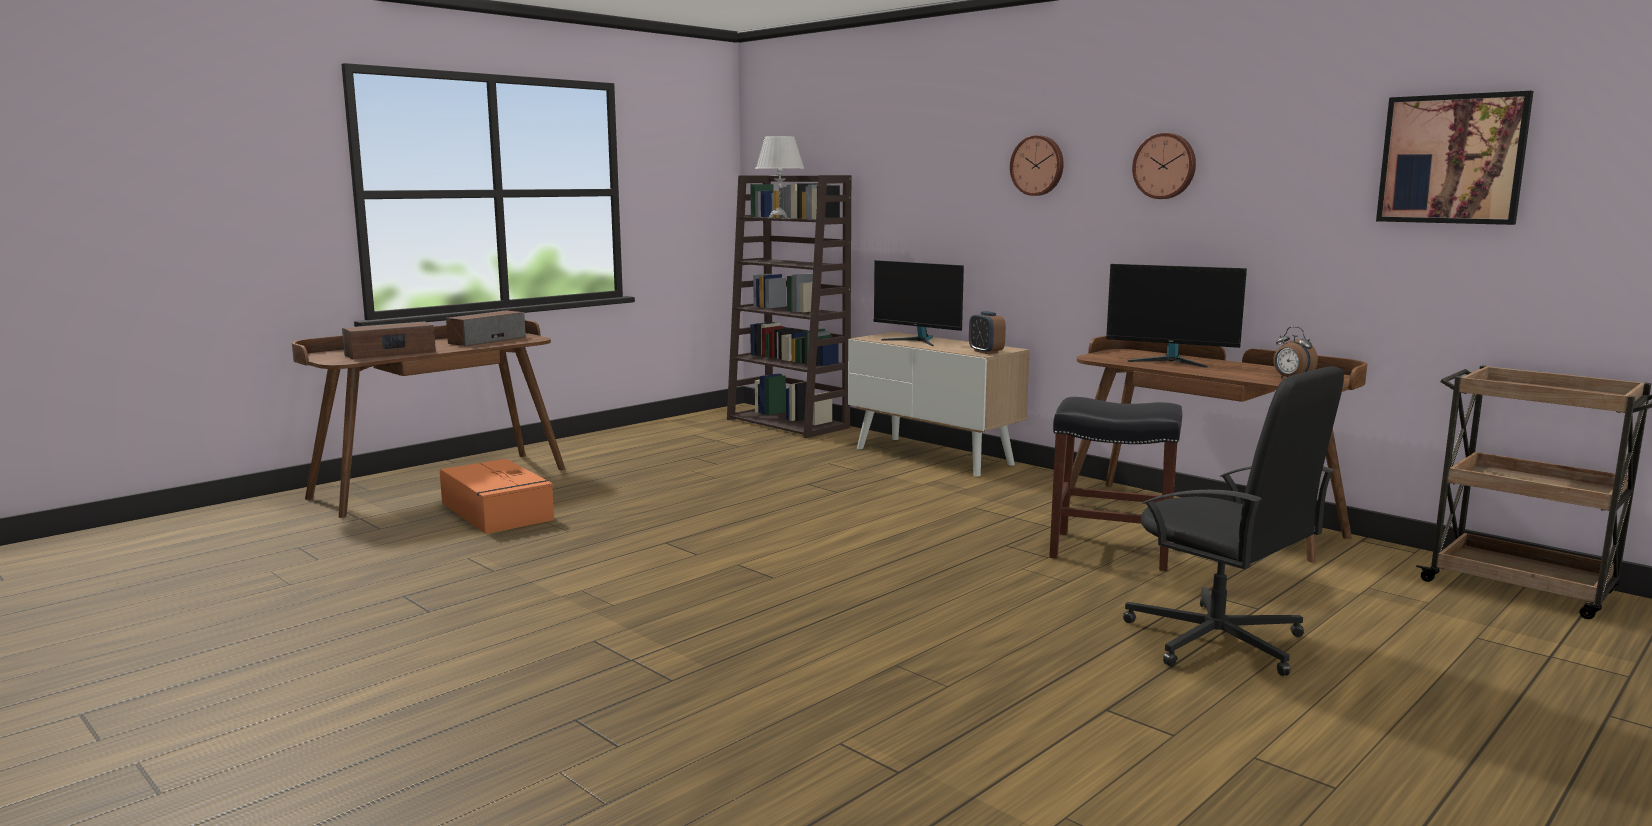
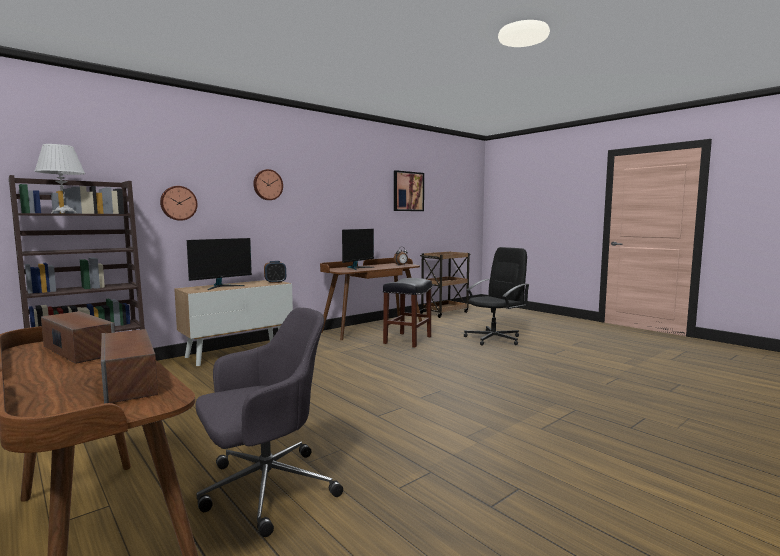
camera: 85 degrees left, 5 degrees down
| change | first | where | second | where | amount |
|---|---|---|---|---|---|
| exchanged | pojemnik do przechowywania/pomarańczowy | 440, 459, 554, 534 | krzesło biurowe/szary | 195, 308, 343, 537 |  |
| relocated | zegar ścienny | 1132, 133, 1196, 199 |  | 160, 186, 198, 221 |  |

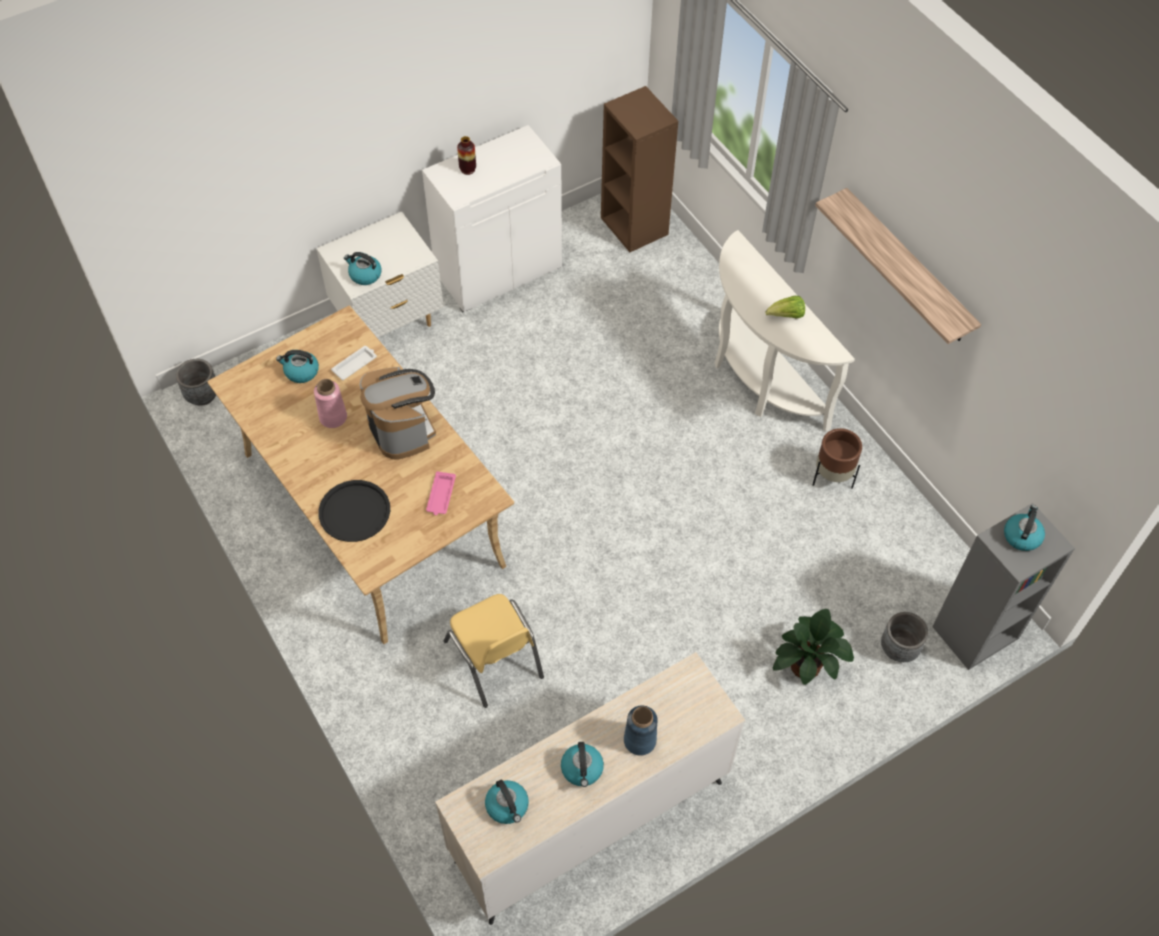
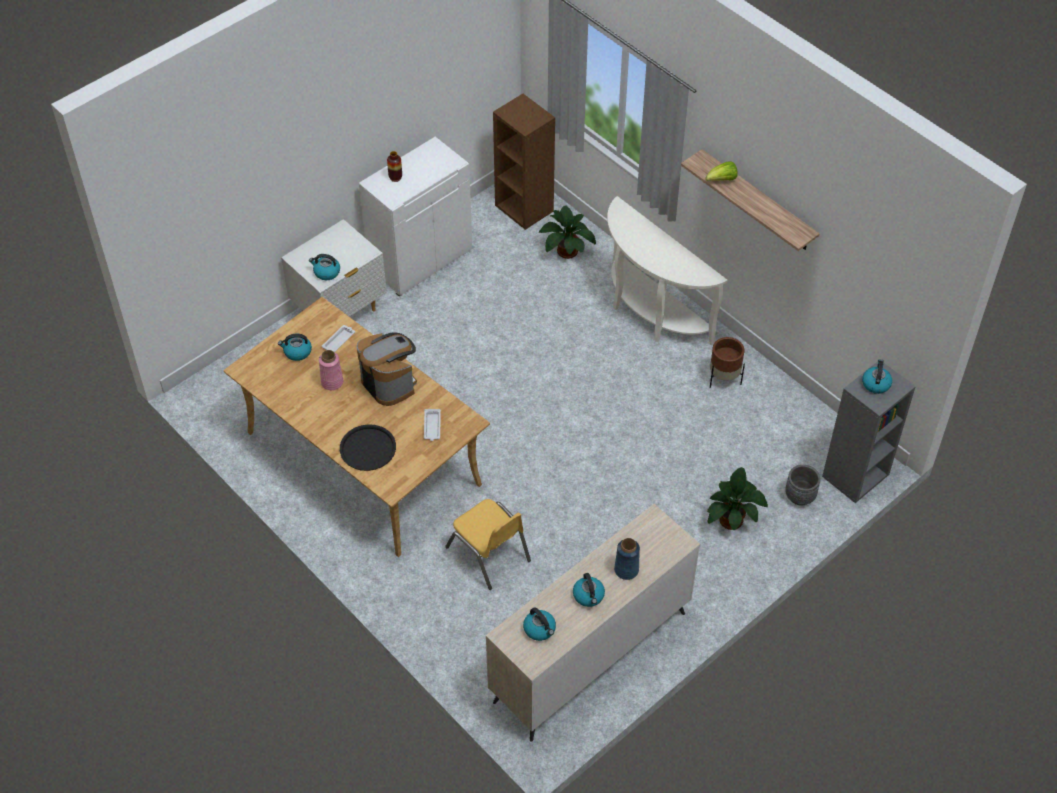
camera: 10 degrees left, 5 degrees down
| change | first | where | second | where | amount |
|---|---|---|---|---|---|
| missing | donica/szary | 176, 359, 216, 406 |  |  |  |
| colour | taca/różowy | 426, 471, 456, 515 | taca/biały | 424, 409, 441, 441 |  |
| relocated | sałata | 766, 296, 805, 319 |  | 705, 161, 738, 181 |  |
| appeared |  |  | roślina doniczkowa | 539, 206, 596, 259 |  |

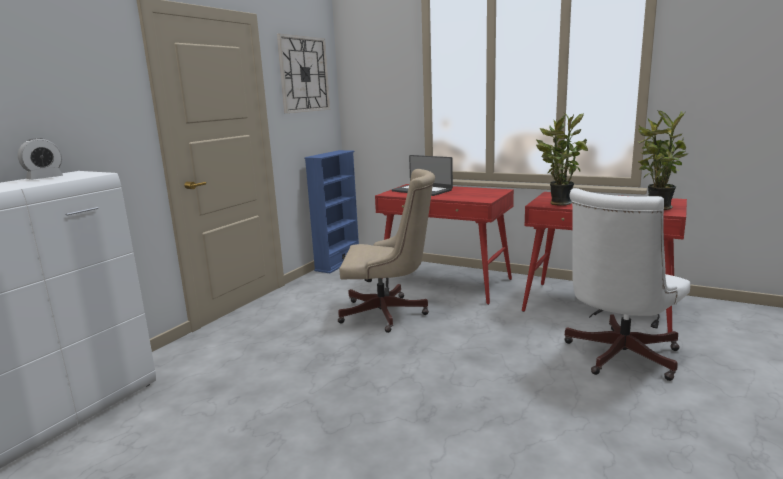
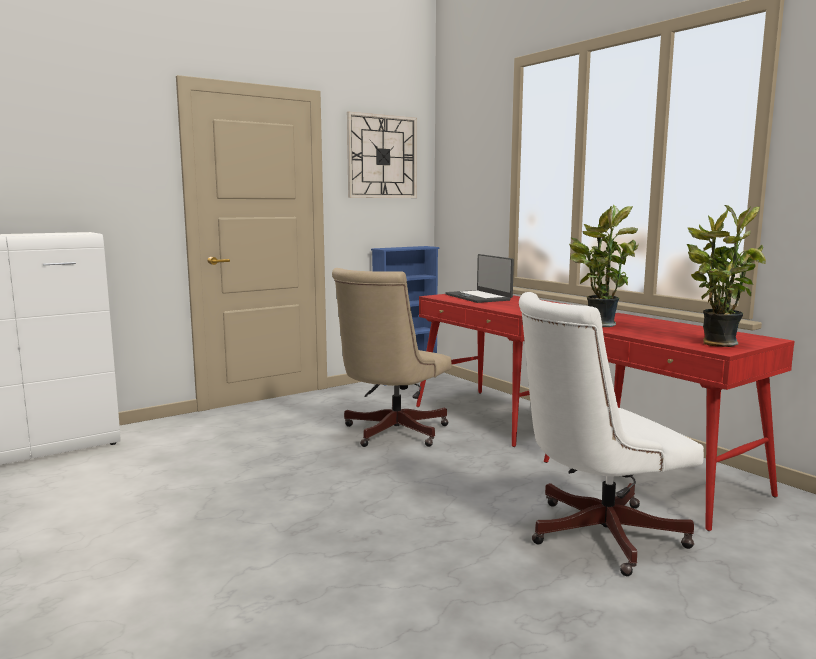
camera: 25 degrees right, 5 degrees down
| change | first | where | second | where | amount |
|---|---|---|---|---|---|
| missing | budzik | 18, 138, 63, 180 |  |  |  |
| spun | krzesło biurowe/beżowy | 338, 169, 435, 333 |  | 332, 268, 451, 447 | 90 degrees clockwise |

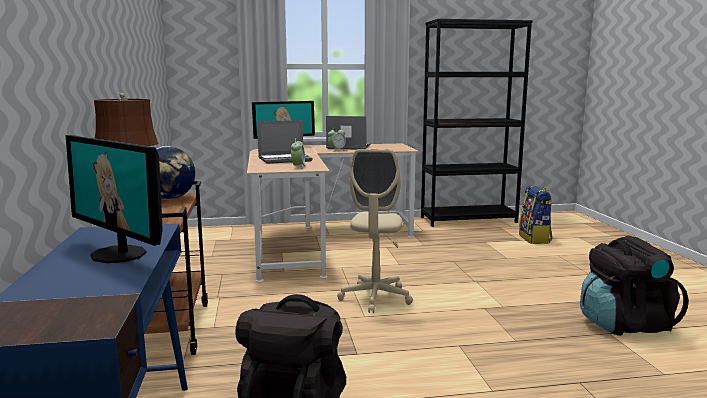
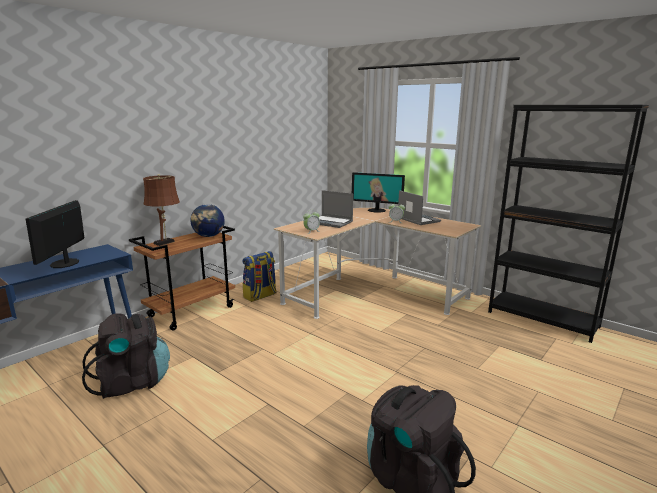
camera: 50 degrees right, 5 degrees up
| change | first | where | second | where | amount |
|---|---|---|---|---|---|
| missing | krzesło biurowe/beżowy | 337, 149, 413, 313 |  |  |  |
| relocated | plecak | 519, 185, 553, 244 |  | 243, 251, 277, 302 |  |

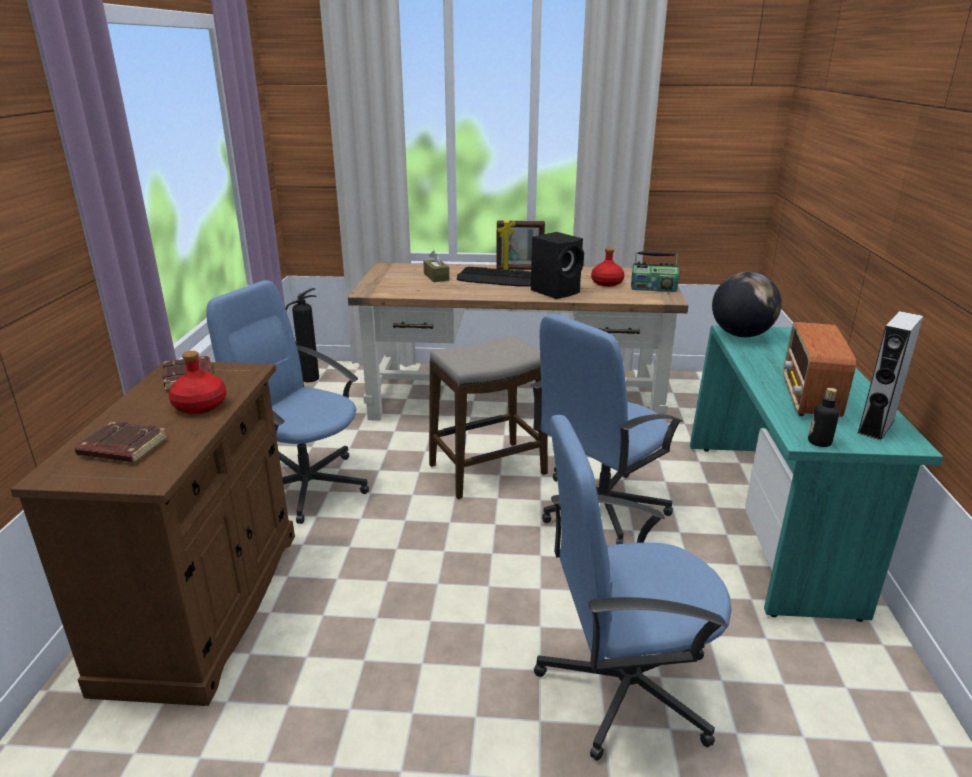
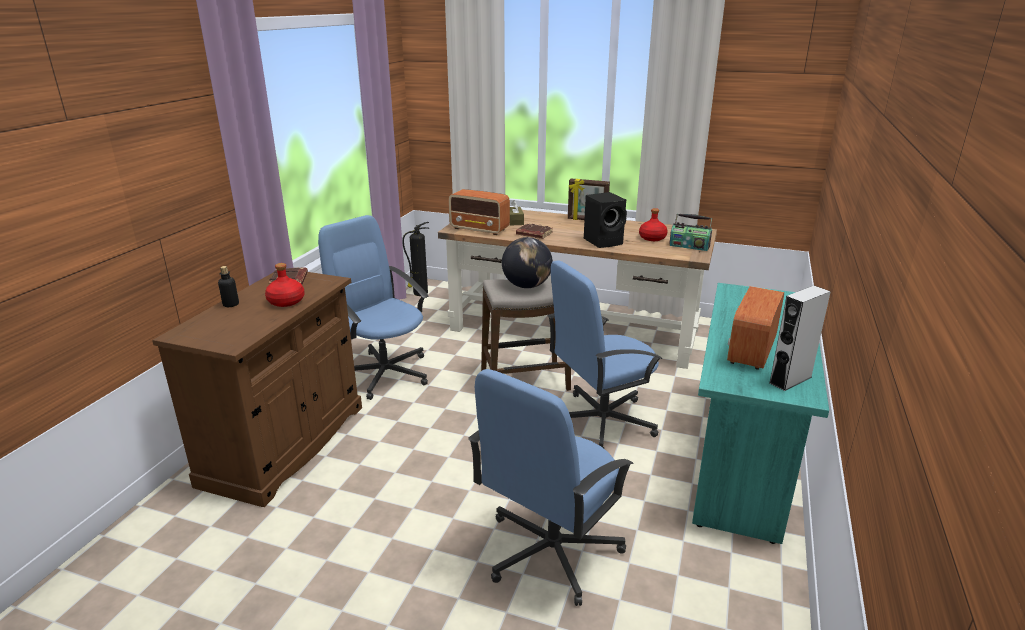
camera: 15 degrees right, 0 degrees up
| change | first | where | second | where | amount |
|---|---|---|---|---|---|
| relocated | książka/brązowy | 75, 422, 168, 463 |  | 516, 223, 553, 239 |  |
| missing | klawiatura | 457, 267, 531, 287 |  |  |  |
| spun | krzesło biurowe/niebieski | 534, 415, 732, 761 |  | 468, 369, 634, 606 | 60 degrees counterclockwise |
| relocated | globus | 712, 272, 782, 337 |  | 502, 237, 553, 288 |  |
| relocated | butelka | 808, 388, 840, 447 |  | 218, 266, 239, 307 |  |
| appeared |  |  | radio | 448, 189, 510, 235 |  |

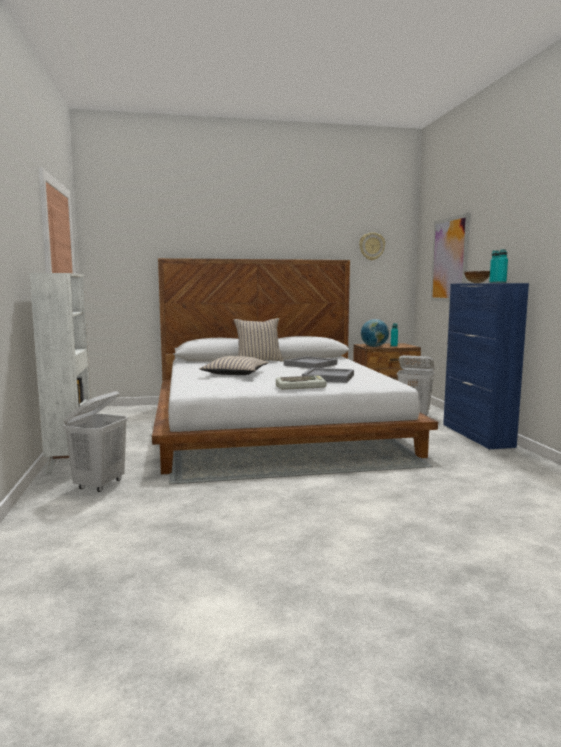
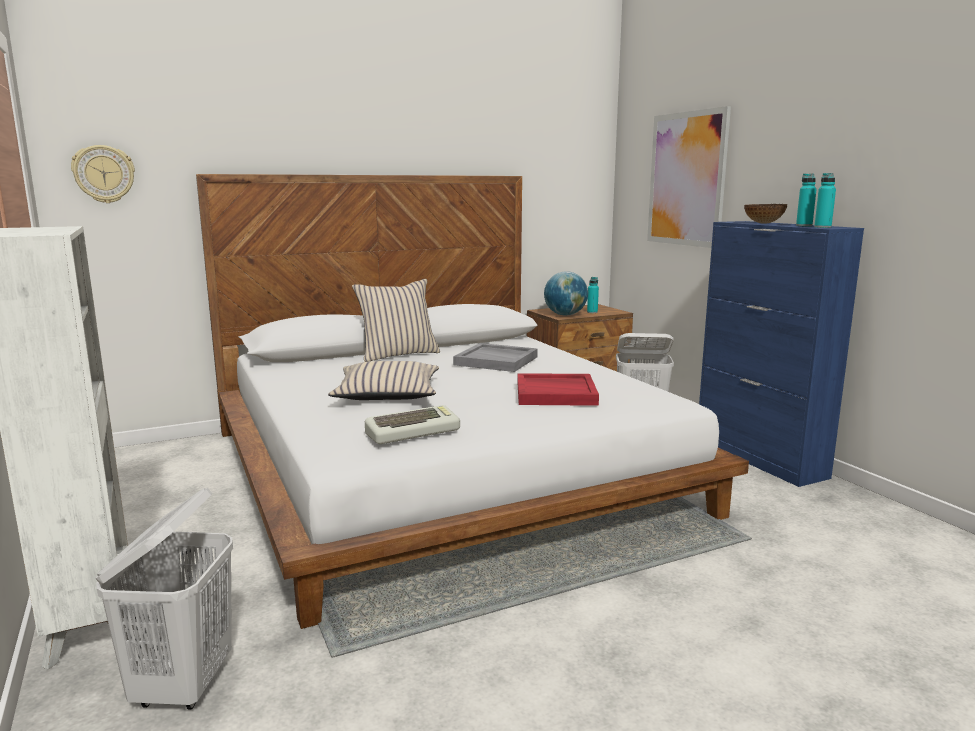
camera: 15 degrees left, 5 degrees up
| change | first | where | second | where | amount |
|---|---|---|---|---|---|
| relocated | klawiatura | 276, 375, 326, 390 |  | 365, 405, 460, 444 |  |
| colour | taca/szary | 302, 368, 354, 383 | taca/czerwony | 518, 373, 599, 406 |  |
| relocated | zegar ścienny | 359, 232, 385, 260 |  | 71, 145, 135, 203 |  |

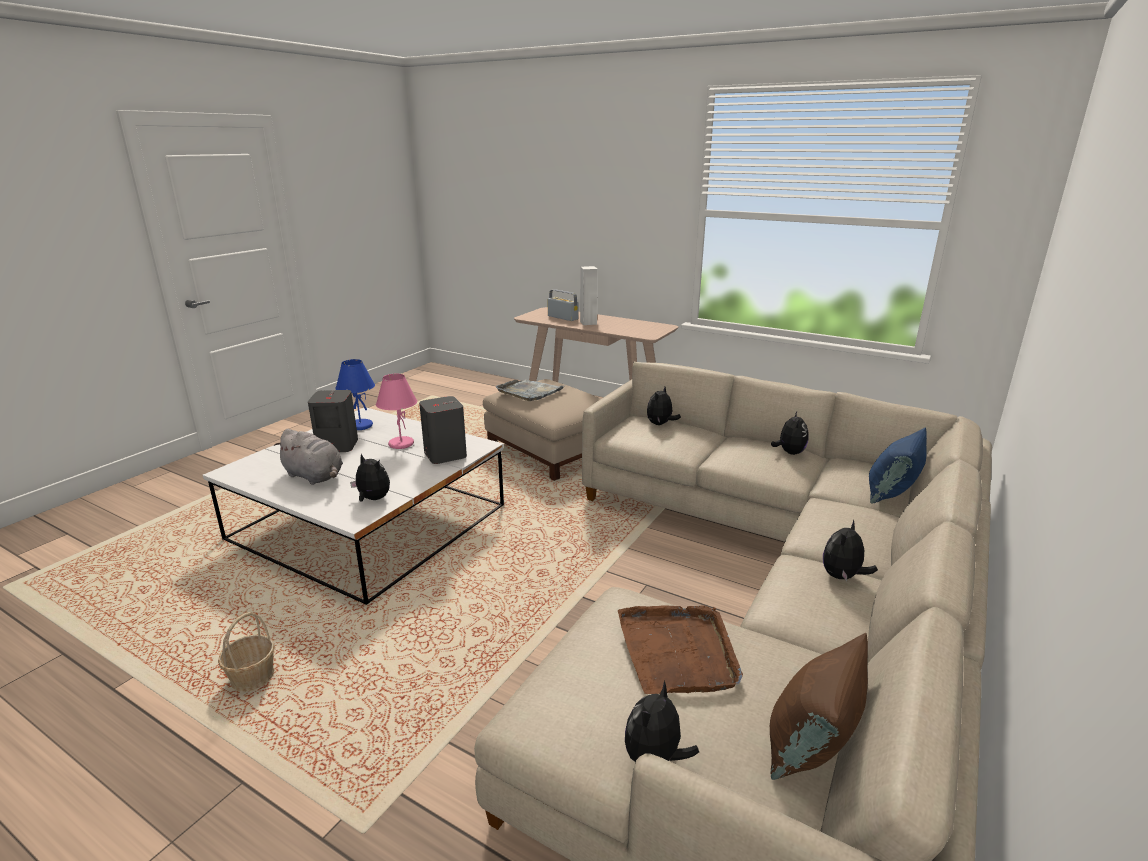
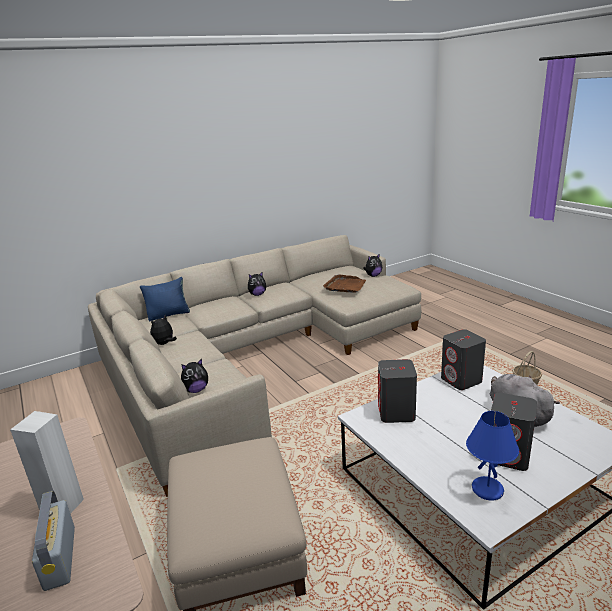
camera: 150 degrees left, 0 degrees up
| change | first | where | second | where | amount |
|---|---|---|---|---|---|
| exchanged | pluszak | 350, 454, 390, 502 | głośnik/szary | 441, 329, 486, 390 |  |
| missing | lampa stołowa/różowy | 376, 374, 417, 449 |  |  |  |
| missing | taca/szary | 496, 380, 564, 401 |  |  |  |
| missing | poduszka/brązowy | 770, 633, 868, 780 |  |  |  |

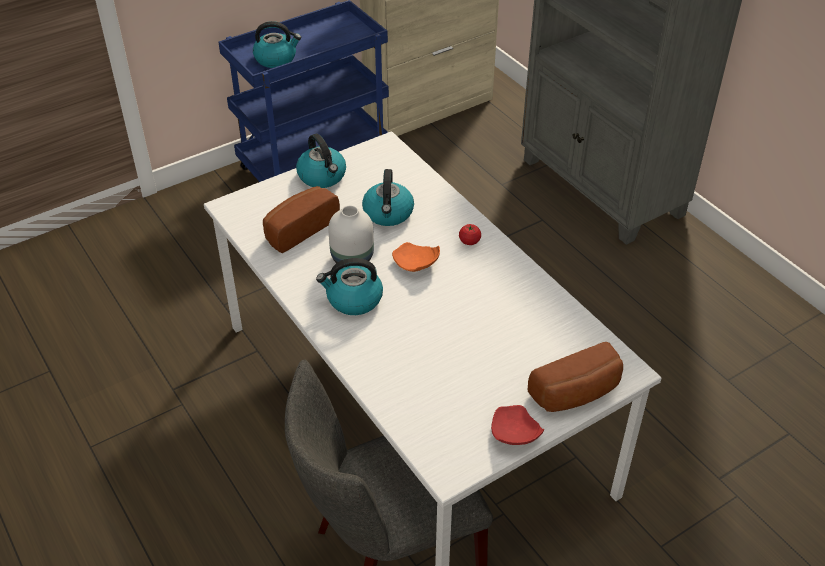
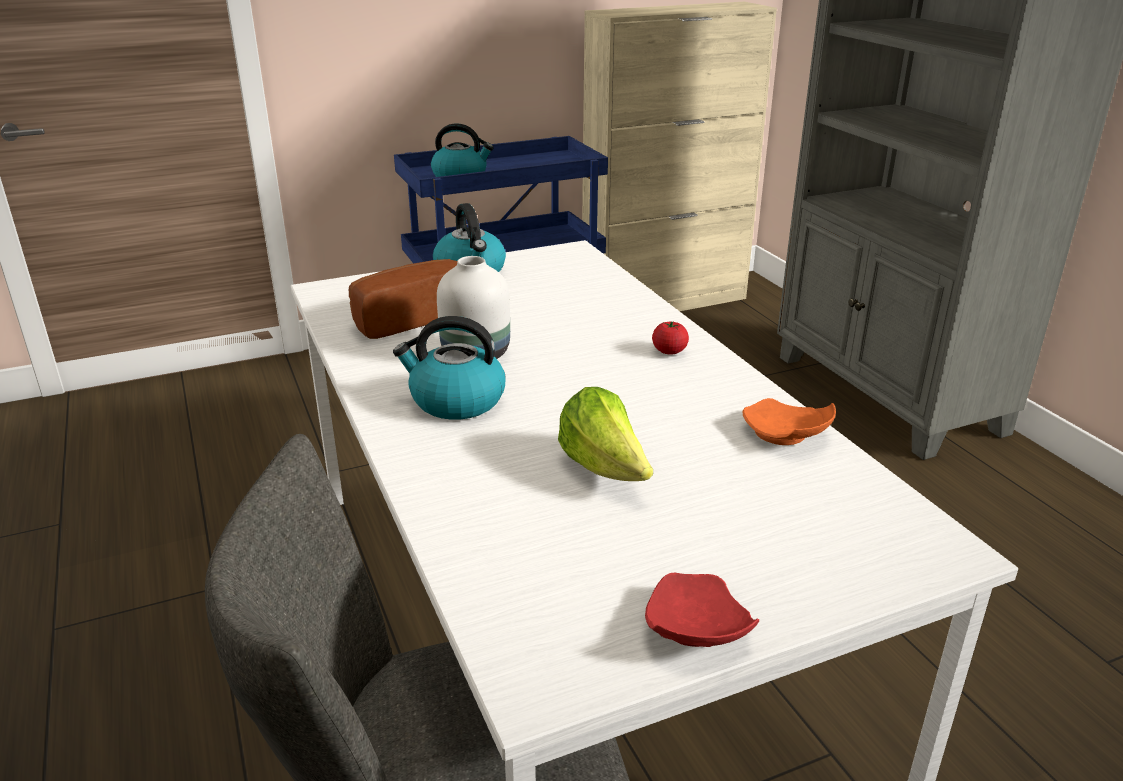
camera: 10 degrees right, 15 degrees down
| change | first | where | second | where | amount |
|---|---|---|---|---|---|
| missing | czajnik | 362, 169, 414, 226 |  |  |  |
| relocated | talerz/pomarańczowy | 392, 242, 440, 272 |  | 743, 398, 836, 445 |  |
| missing | chleb | 528, 342, 623, 412 |  |  |  |
| appeared |  |  | sałata | 558, 387, 653, 481 |  |

